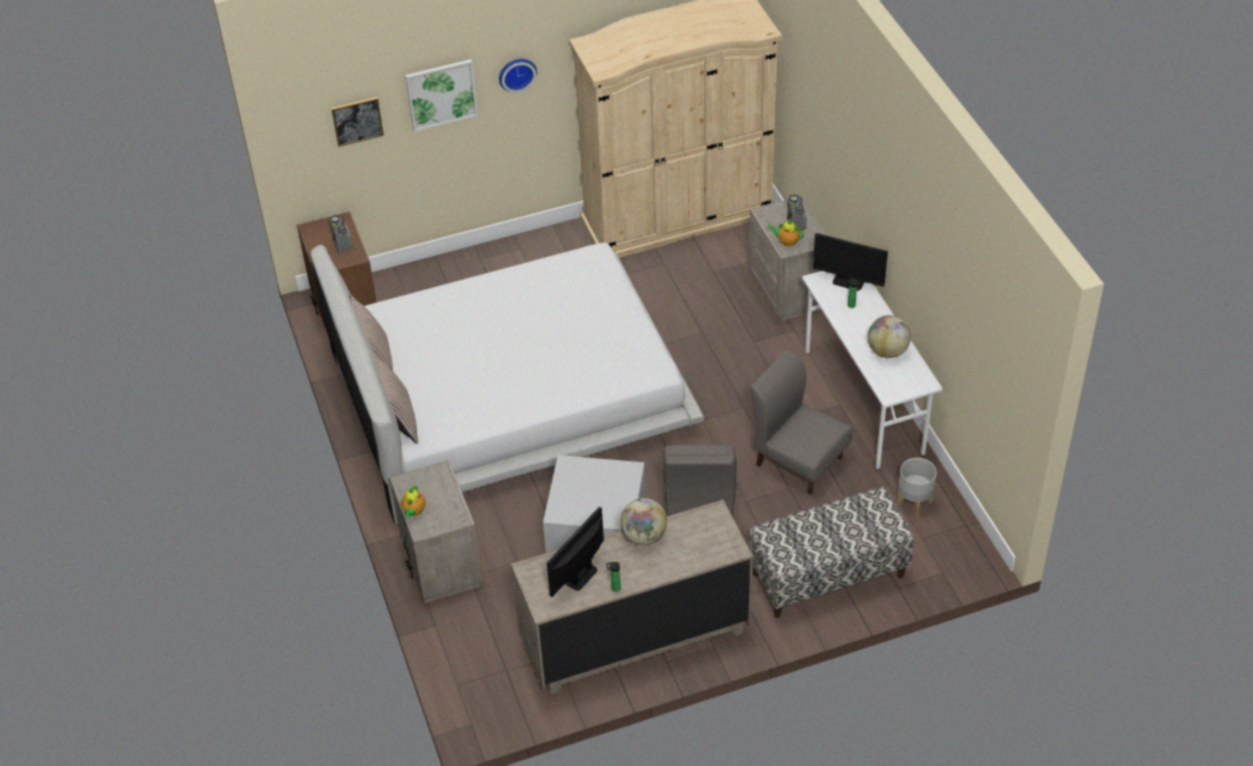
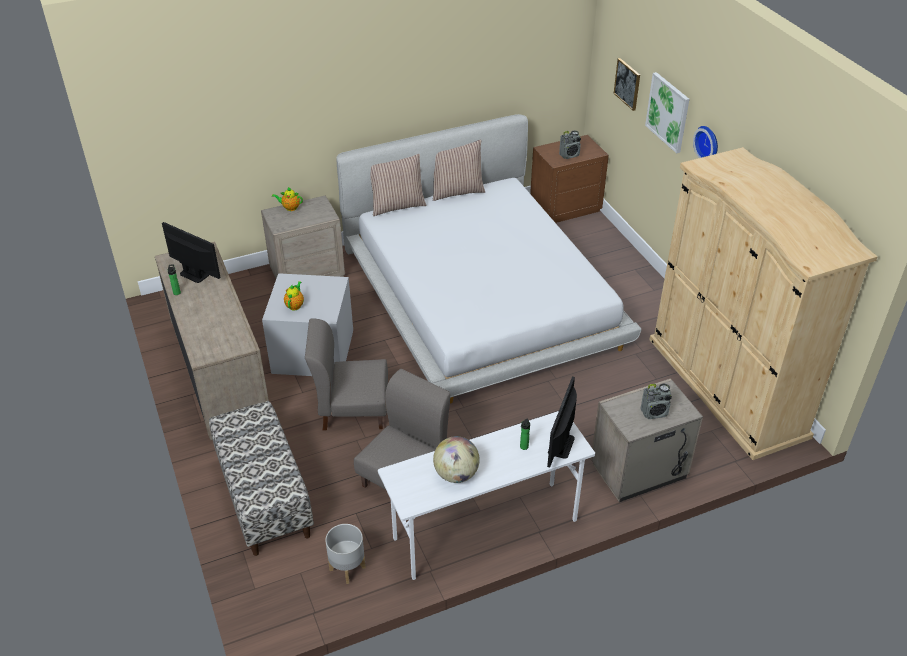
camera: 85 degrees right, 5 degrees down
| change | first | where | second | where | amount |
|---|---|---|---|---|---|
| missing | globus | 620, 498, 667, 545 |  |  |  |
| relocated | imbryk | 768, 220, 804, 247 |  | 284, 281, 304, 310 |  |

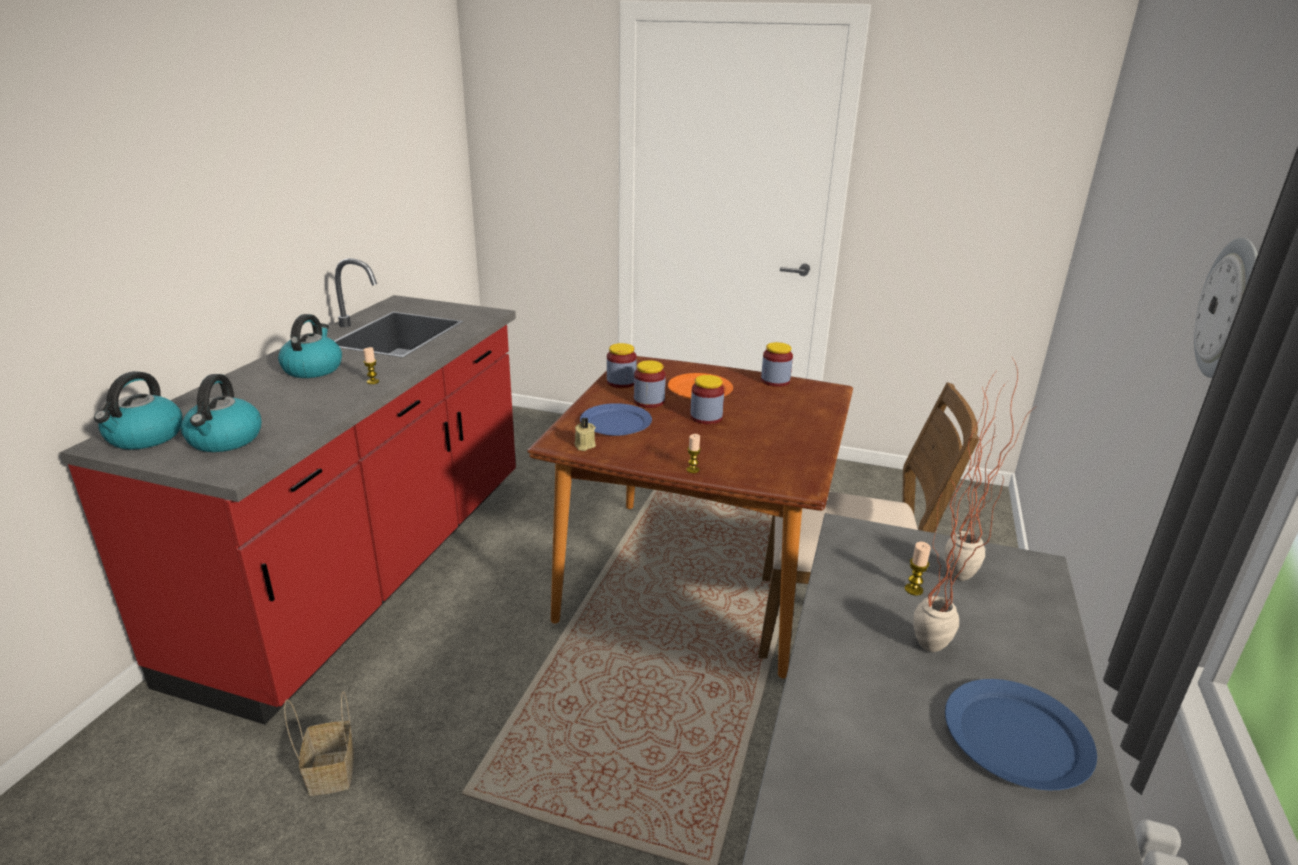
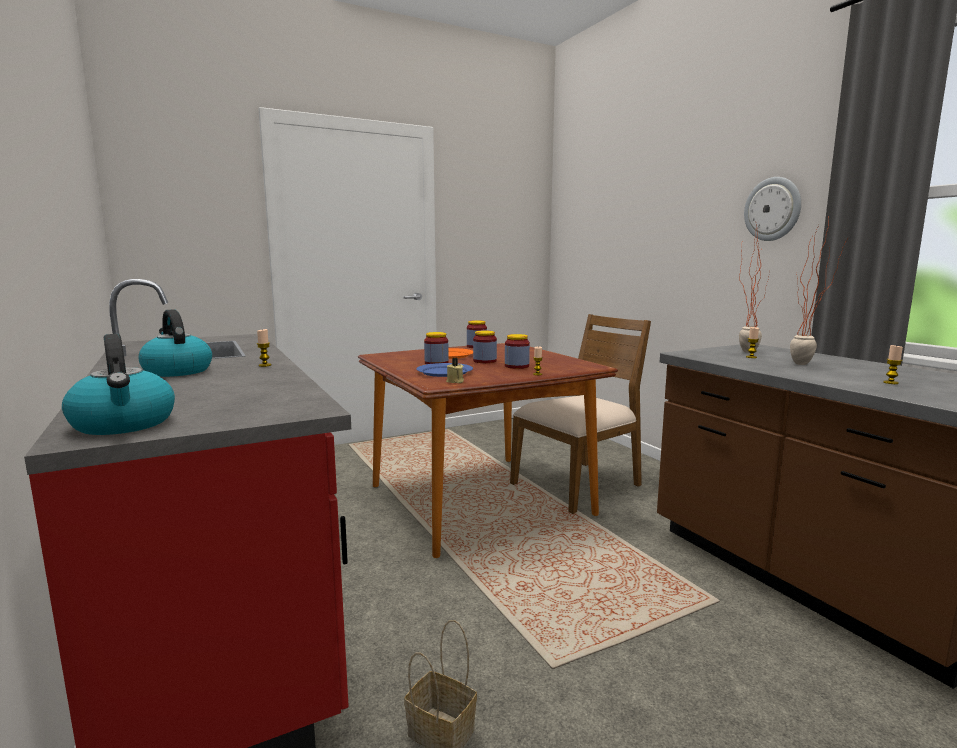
camera: 45 degrees left, 15 degrees down
| change | first | where | second | where | amount |
|---|---|---|---|---|---|
| missing | czajnik | 181, 374, 262, 452 |  |  |  |
| relocated | słoik | 607, 343, 637, 388 |  | 505, 334, 530, 369 |  |
| missing | talerz/niebieski | 945, 679, 1097, 790 |  |  |  |
| appeared |  |  | świeca | 883, 345, 903, 384 |  |

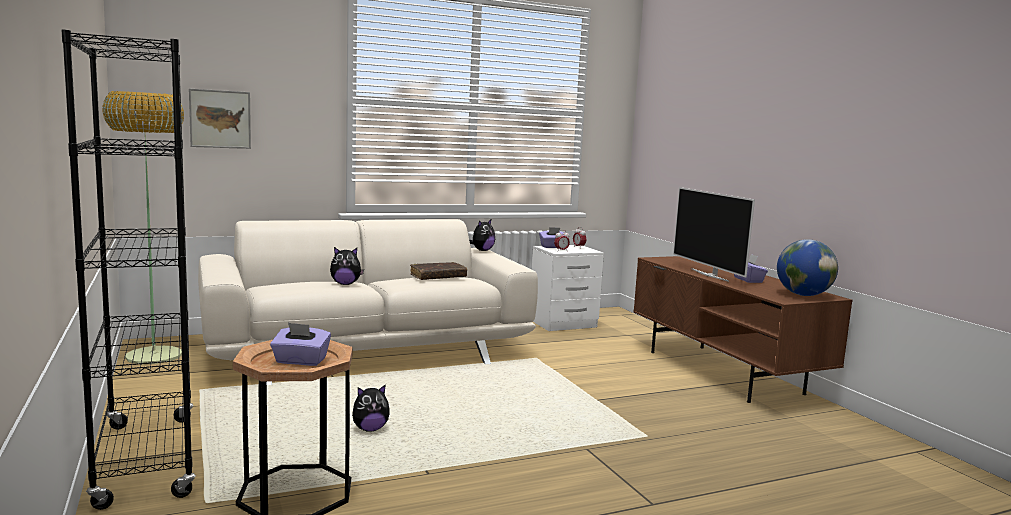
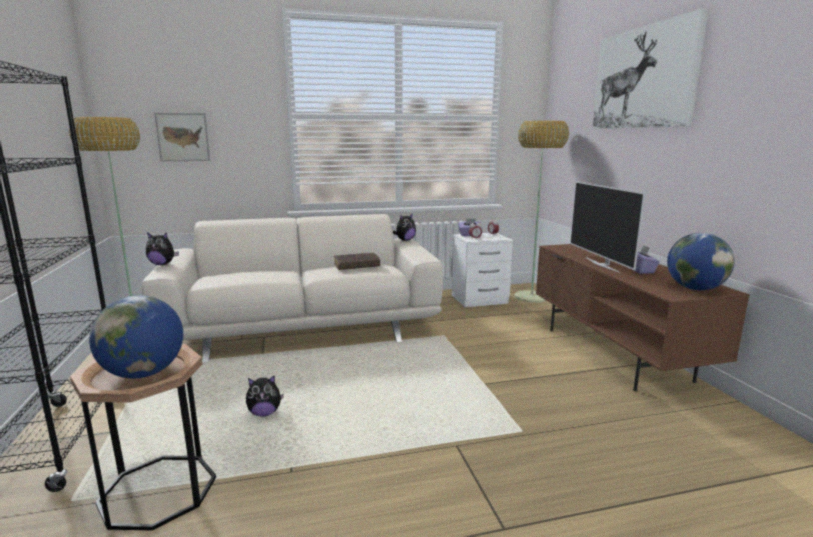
camera: 10 degrees right, 5 degrees up
| change | first | where | second | where | amount |
|---|---|---|---|---|---|
| exchanged | pudełko chusteczek/fioletowy | 270, 323, 331, 366 | globus | 89, 295, 183, 379 |  |
| relocated | pluszak | 330, 247, 364, 285 |  | 146, 233, 179, 265 |  |
| appeared |  |  | lampa stojąca | 515, 121, 569, 303 |  |
| appeared |  |  | obraz | 592, 8, 708, 129 |  |

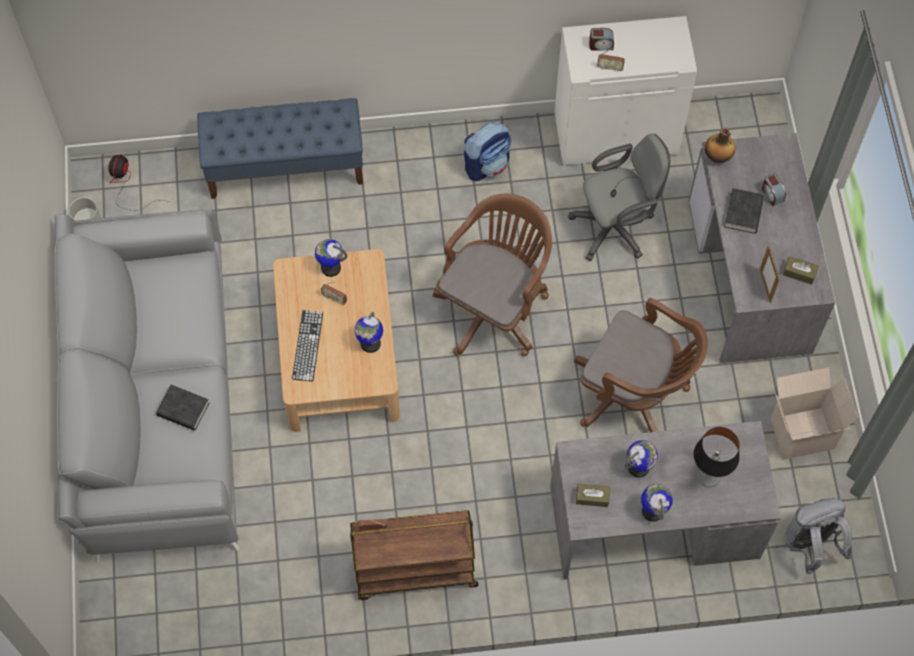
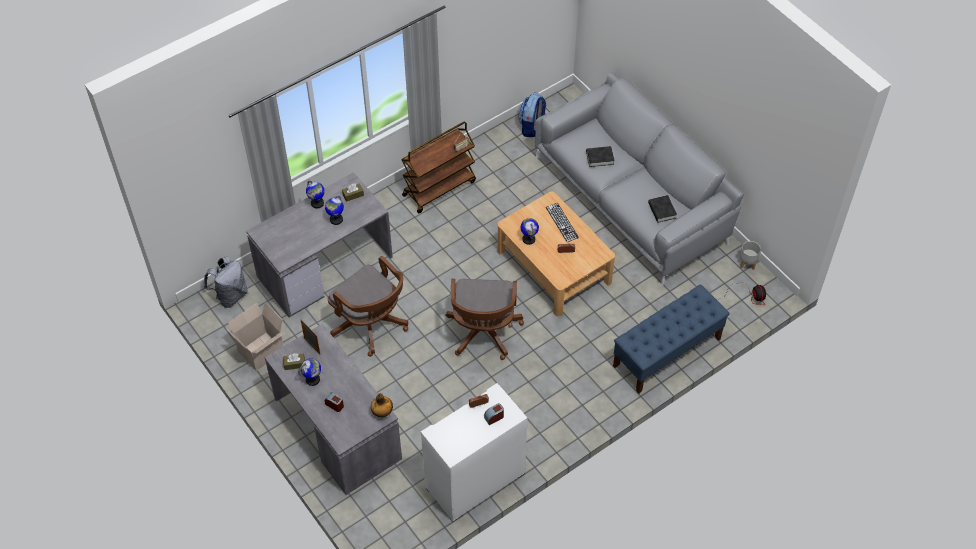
camera: 150 degrees right, 10 degrees down
| change | first | where | second | where | amount |
|---|---|---|---|---|---|
| relocated | globus | 315, 239, 347, 277 |  | 298, 358, 321, 386 |  |
| relocated | plecak | 464, 122, 511, 181 |  | 518, 93, 546, 137 |  |
| missing | krzesło biurowe/szary | 568, 134, 670, 261 |  |  |  |
| spun | krzesło biurowe/brązowy | 574, 298, 708, 432 |  | 328, 256, 408, 357 | 135 degrees counterclockwise |
| missing | lampa stołowa | 694, 427, 740, 488 |  |  |  |
| relocated | książka/czarny | 724, 188, 764, 234 |  | 648, 195, 677, 223 |  |

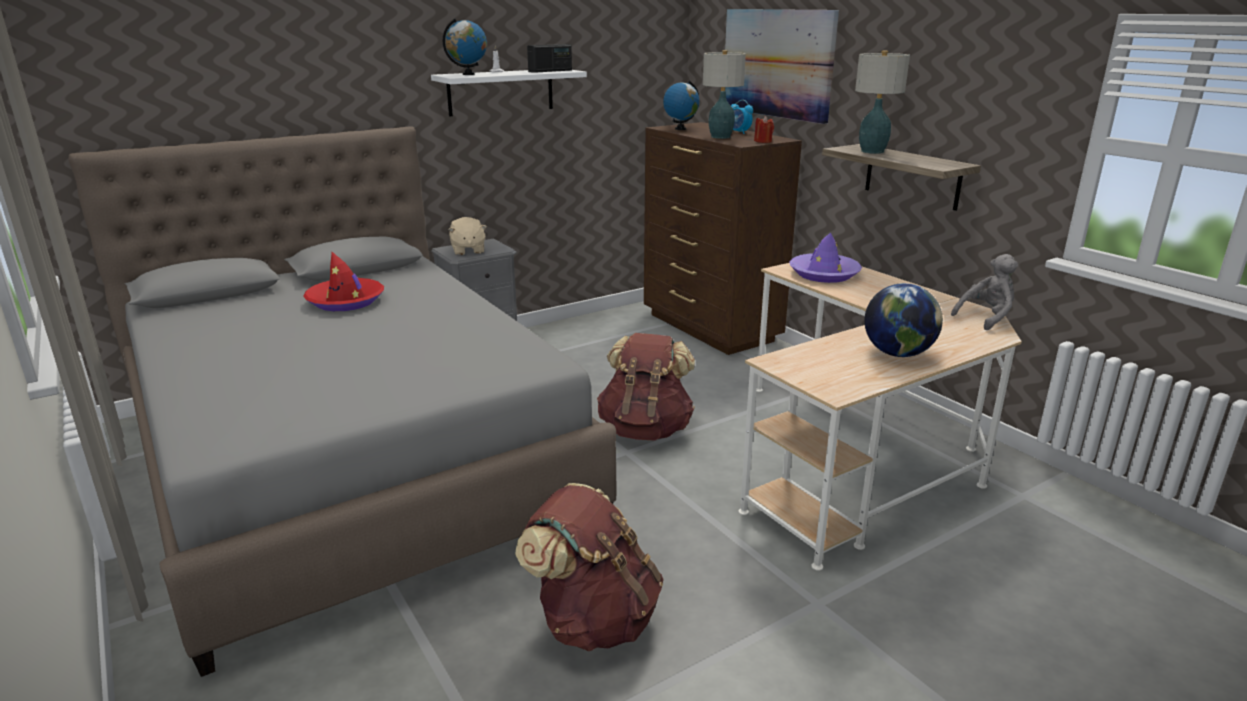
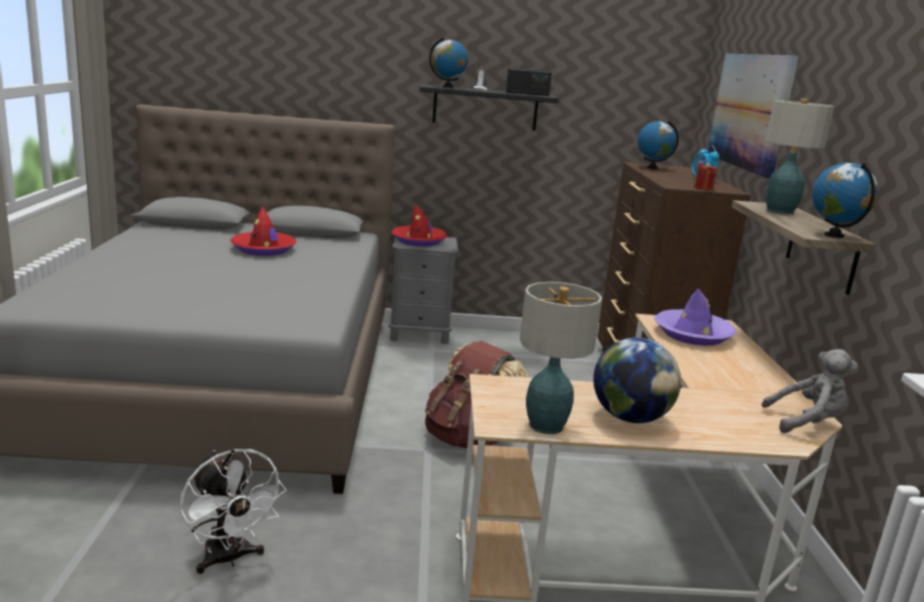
camera: 30 degrees right, 5 degrees down
| change | first | where | second | where | amount |
|---|---|---|---|---|---|
| colour | półka/biały | 431, 70, 587, 117 | półka/czarny | 420, 84, 559, 131 |  |
| exchanged | pluszak/beżowy | 448, 217, 487, 255 | kapelusz/czerwony | 391, 204, 448, 246 |  |
| exchanged | plecak/brązowy | 515, 483, 664, 651 | wentylator/biały | 180, 449, 286, 574 |  |
| relocated | lampa stołowa | 703, 50, 746, 139 |  | 520, 282, 602, 434 |  |
| appeared |  |  | globus | 812, 163, 879, 238 |  |

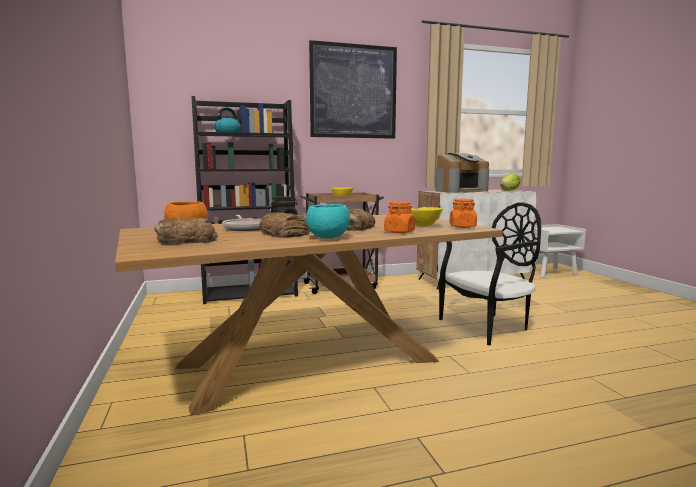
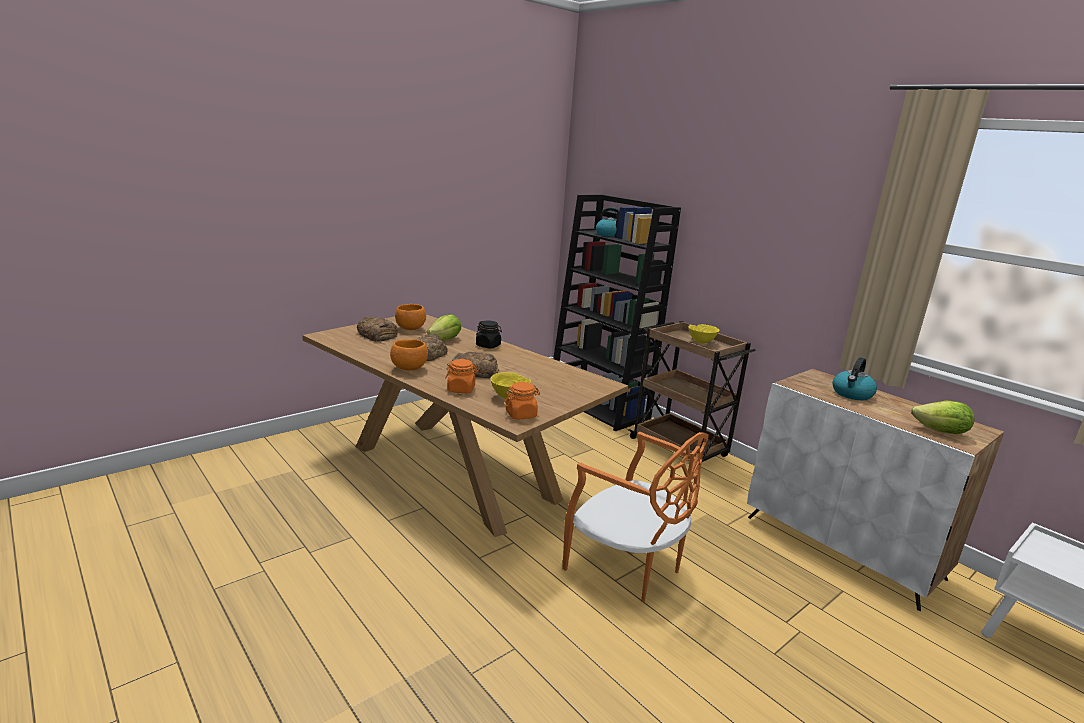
camera: 65 degrees right, 10 degrees up
| change | first | where | second | where | amount |
|---|---|---|---|---|---|
| exchanged | patelnia | 222, 215, 261, 231 | sałata | 427, 314, 461, 340 |  |
| colour | miska/turkusowy | 306, 204, 350, 239 | miska/pomarańczowy | 390, 339, 428, 371 |  |
| missing | obraz | 309, 40, 397, 139 |  |  |  |
| exchanged | ekspres do kawy | 436, 153, 489, 193 | czajnik | 833, 357, 877, 400 |  |
| colour | krzesło/czarny | 439, 202, 541, 345 | krzesło/pomarańczowy | 562, 432, 709, 603 |  |

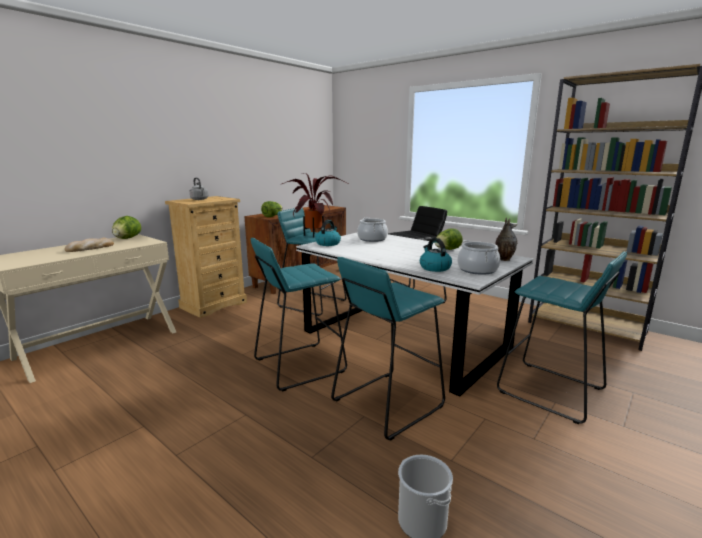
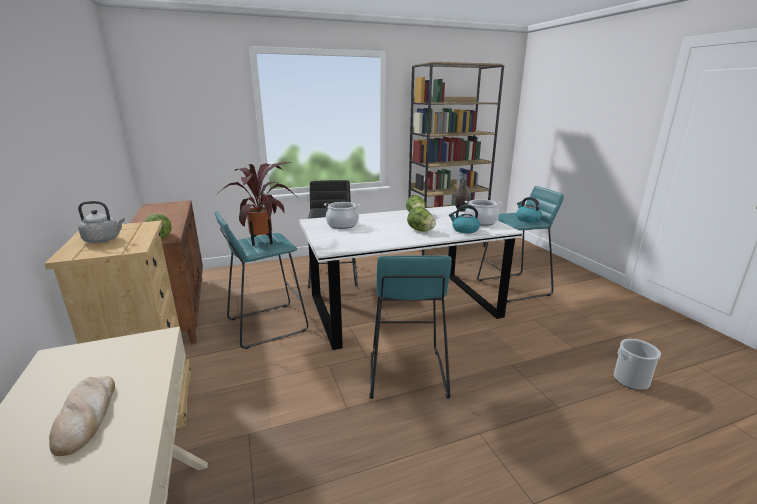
camera: 60 degrees left, 5 degrees up
| change | first | where | second | where | amount |
|---|---|---|---|---|---|
| relocated | sałata | 112, 216, 141, 239 |  | 407, 207, 436, 231 |  |
| relocated | czajnik | 315, 220, 341, 246 |  | 516, 197, 542, 222 |  |
| missing | stołek/turkusowy | 331, 257, 445, 441 |  |  |  |

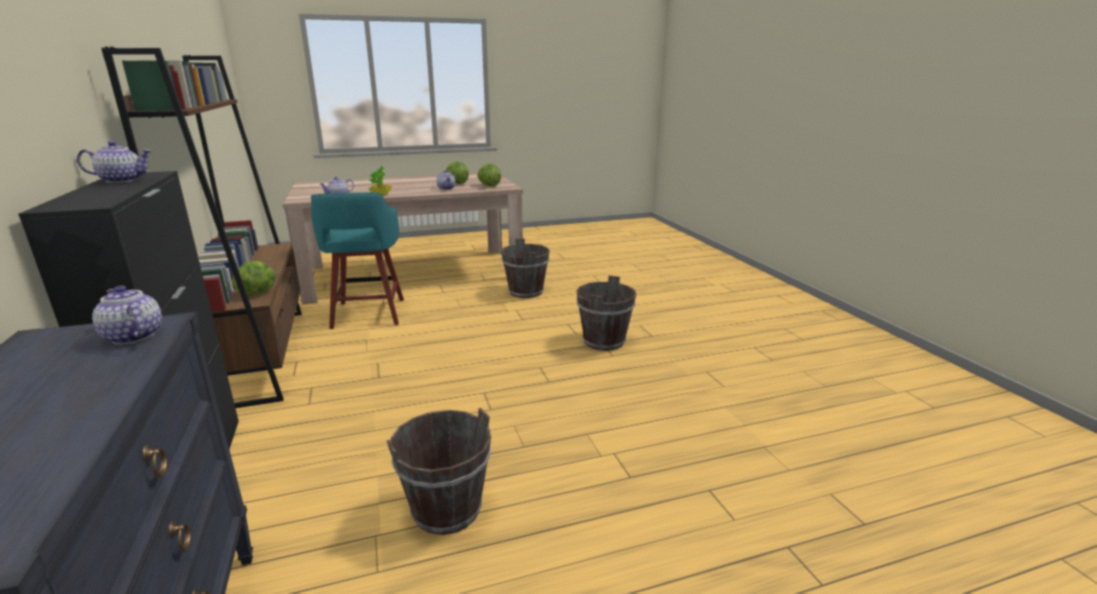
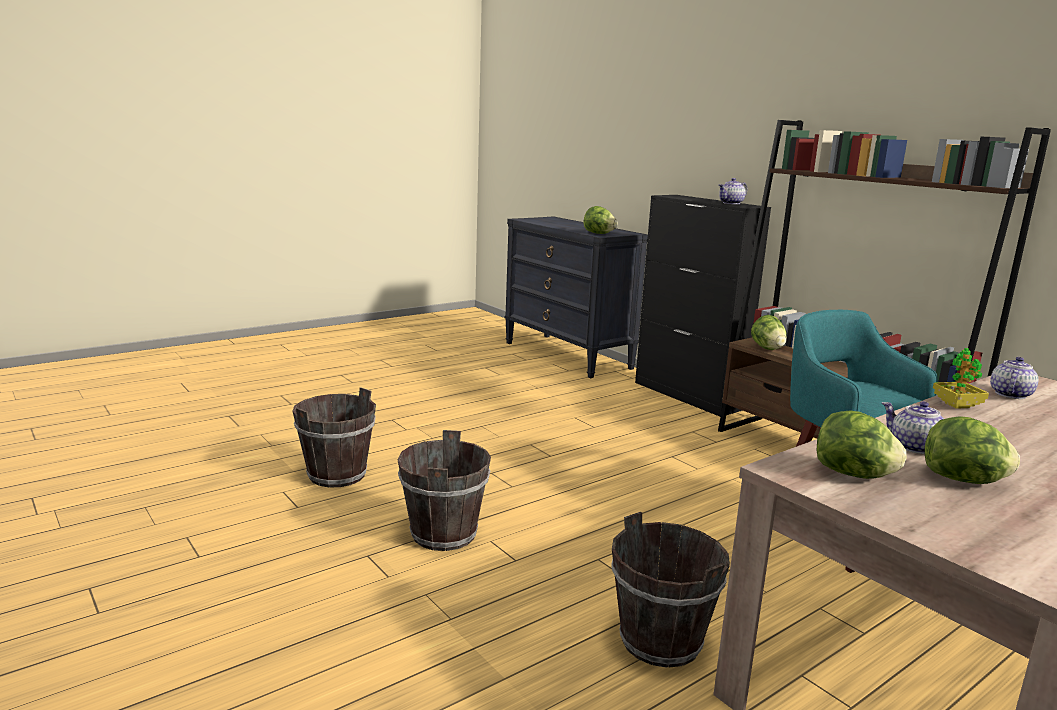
camera: 160 degrees right, 5 degrees down
| change | first | where | second | where | amount |
|---|---|---|---|---|---|
| exchanged | imbryk | 92, 286, 162, 345 | sałata | 584, 206, 618, 234 |  |
| relocated | wiadro/brązowy | 387, 408, 491, 535 |  | 292, 388, 376, 487 |  |

